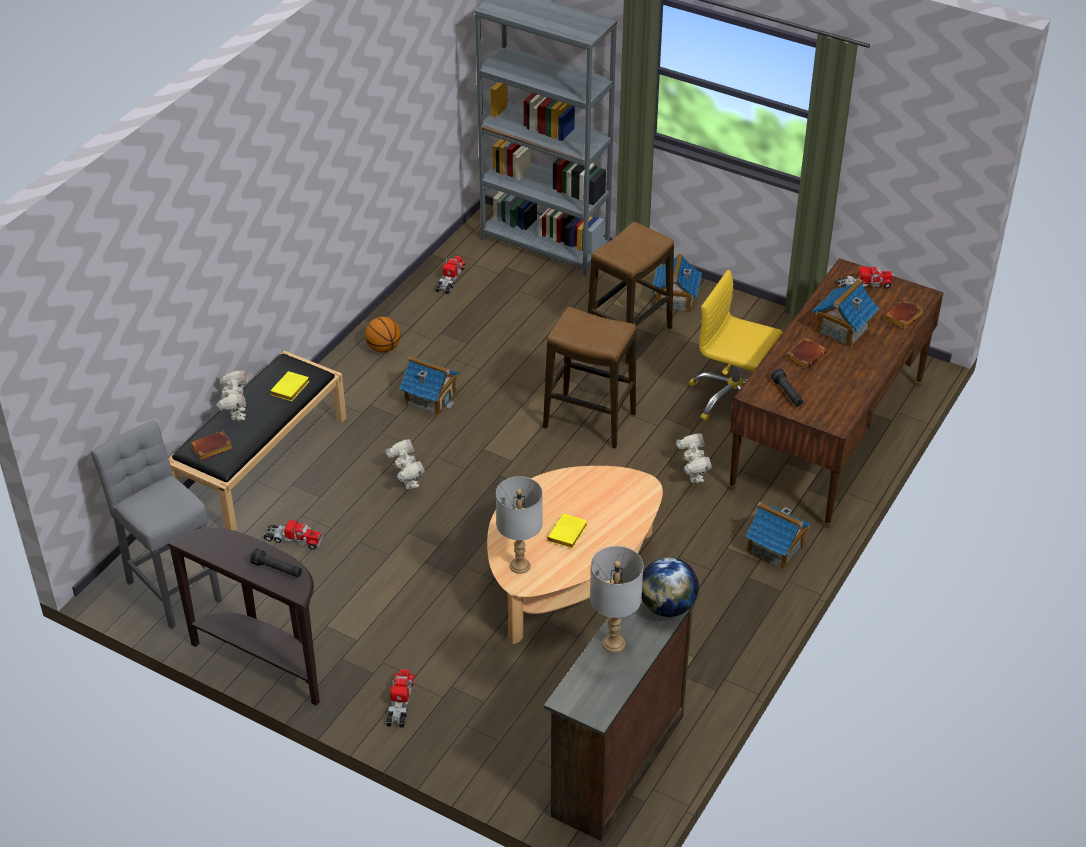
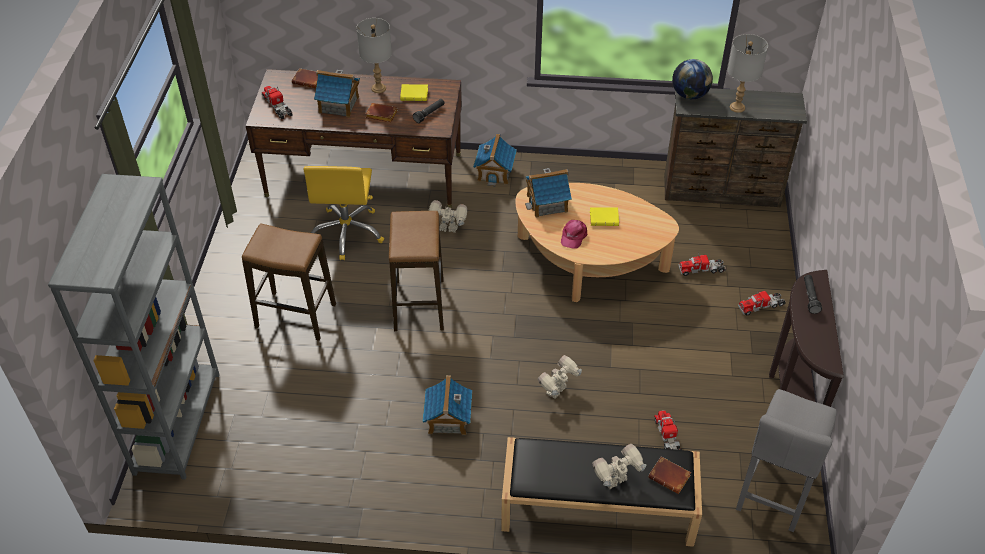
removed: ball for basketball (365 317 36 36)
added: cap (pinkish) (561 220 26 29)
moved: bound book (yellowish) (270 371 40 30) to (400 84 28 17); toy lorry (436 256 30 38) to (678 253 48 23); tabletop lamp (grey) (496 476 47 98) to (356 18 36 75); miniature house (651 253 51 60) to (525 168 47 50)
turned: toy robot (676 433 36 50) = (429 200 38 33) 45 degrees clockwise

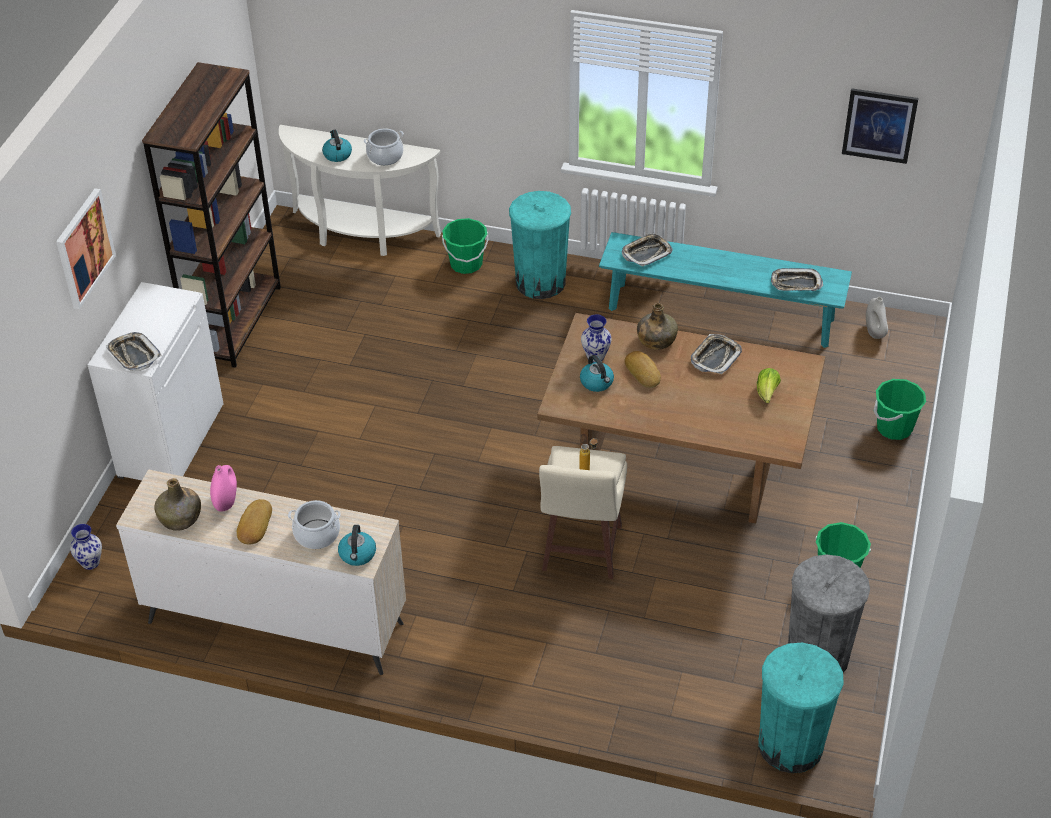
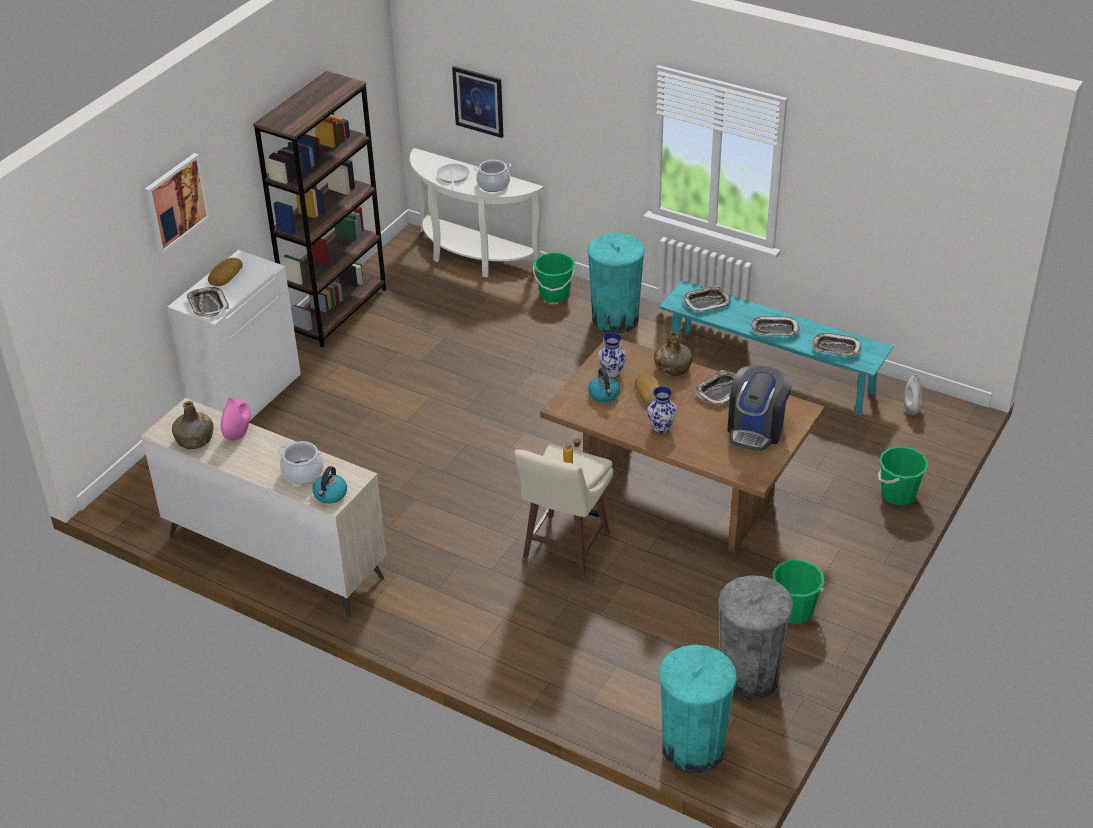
added: serving tray (751 316 49 20)
moved: vase (70 524 32 46) to (647 386 30 48); bread (237 499 35 46) to (208 258 35 28); wall art (842 88 77 76) to (452 66 51 72)
replaced: water kettle (322 130 30 32) to skillet (436 164 34 27); lettuce head (757 368 24 35) to coffee brewer (727 366 65 85)

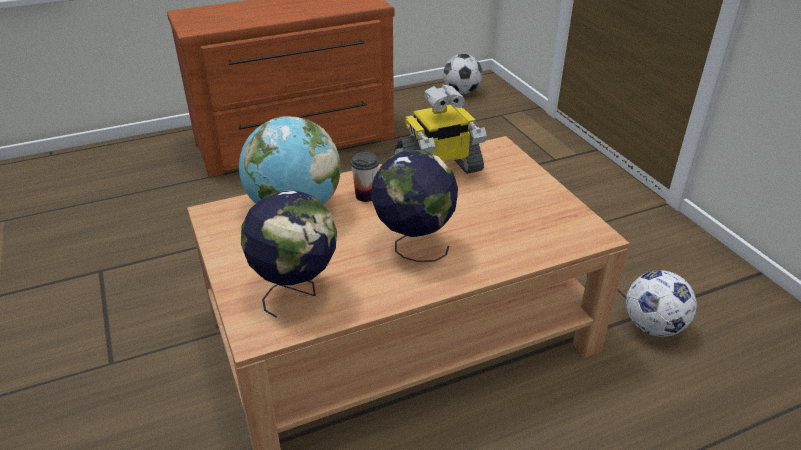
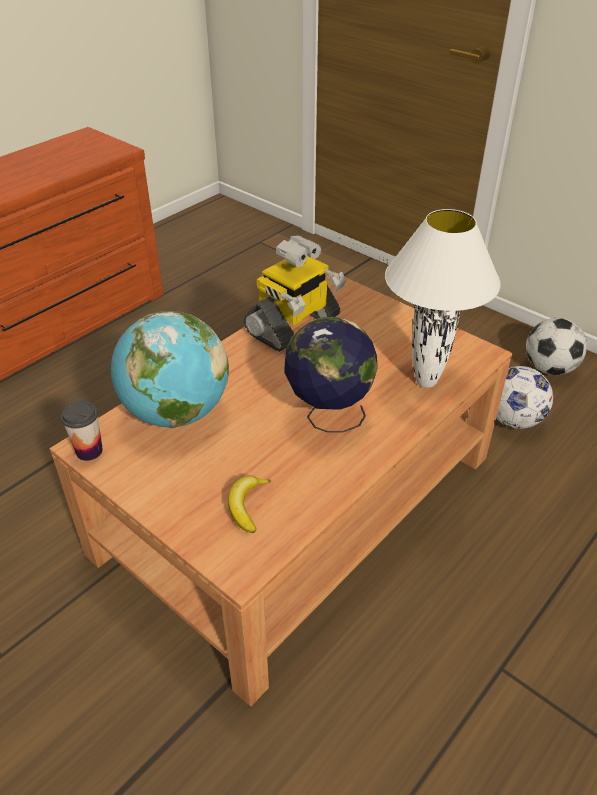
added: tabletop lamp (whitish) (385 209 116 179)
moved: cup (351 152 28 50) to (61 401 42 60); ball for football (443 54 40 40) to (526 318 61 57)
replaced: globe (241 190 96 127) to banana (228 475 44 58)

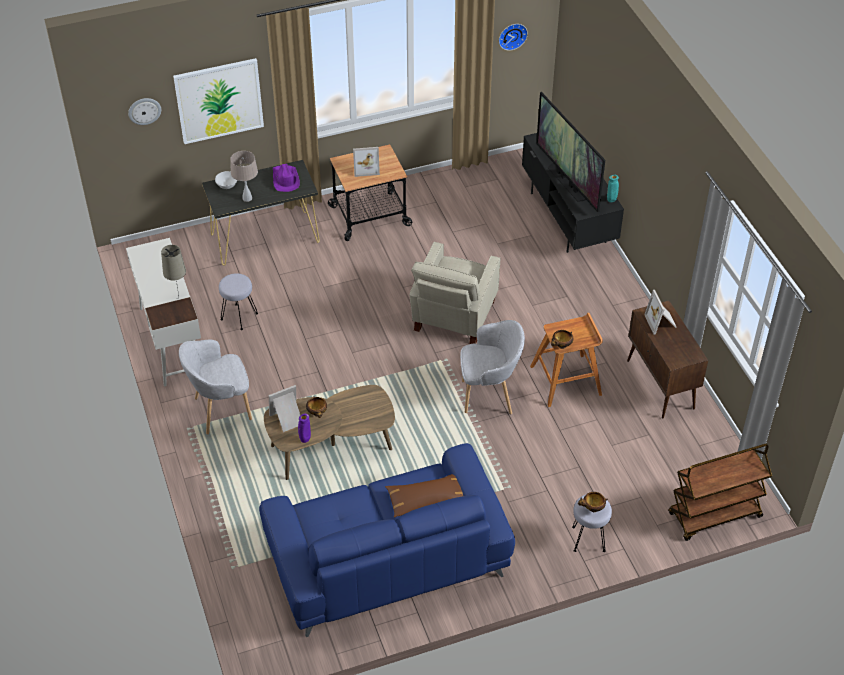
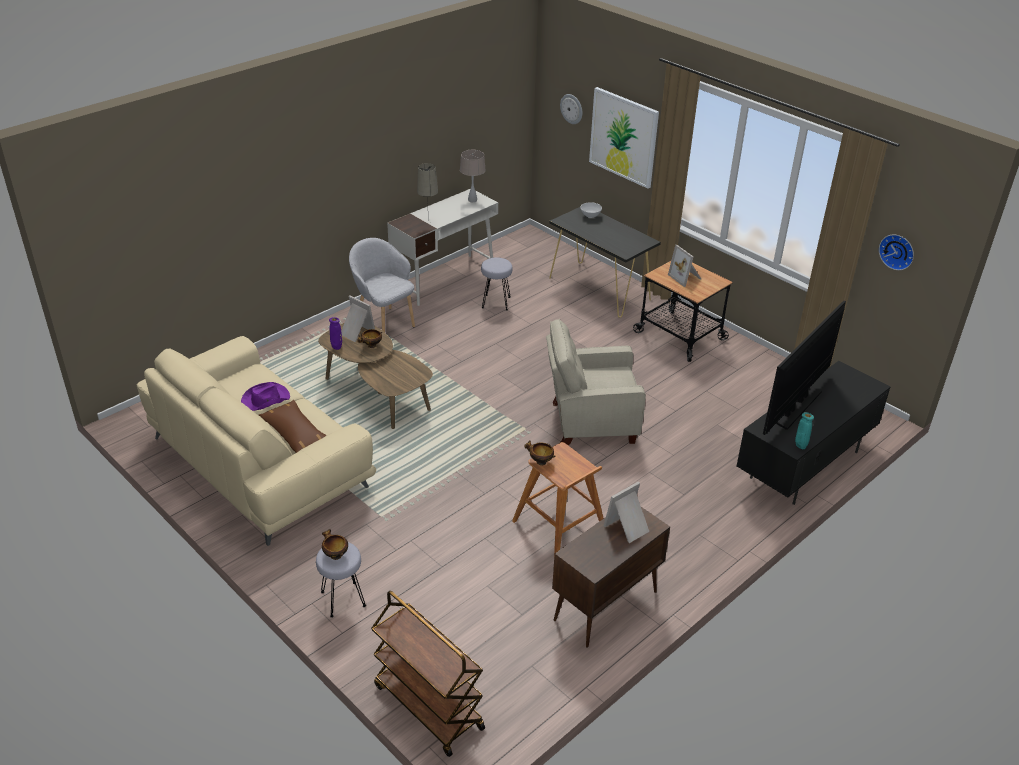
removed: lounge chair (grey) (460 320 65 94)
moved: tabletop lamp (beige) (230 151 28 51) to (460 150 26 52); clothing hat (purplish) (273 164 27 28) to (241 382 49 29)
recoloured: sofa (blue-coloured) (259 443 256 194) to sofa (beige) (137 336 239 210)

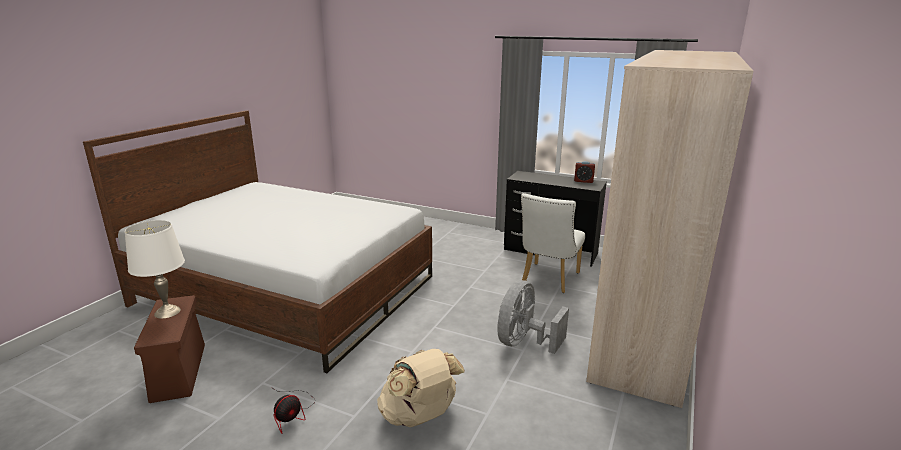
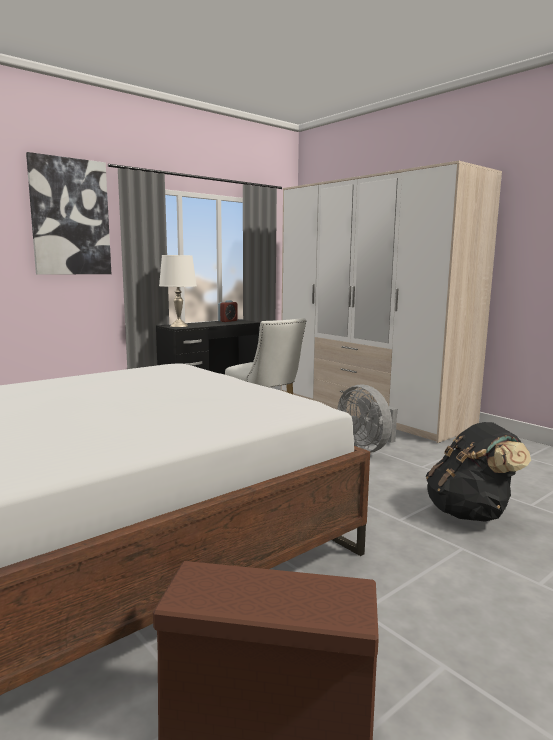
removed: cooling fan (273 390 42 44)
added: wall art (26 152 85 123)
moved: tabletop lamp (whitish) (125 220 60 99) to (159 255 38 72)
recoloured: rucksack (beige) (377 349 88 78) to rucksack (black-coloured) (426 422 105 100)

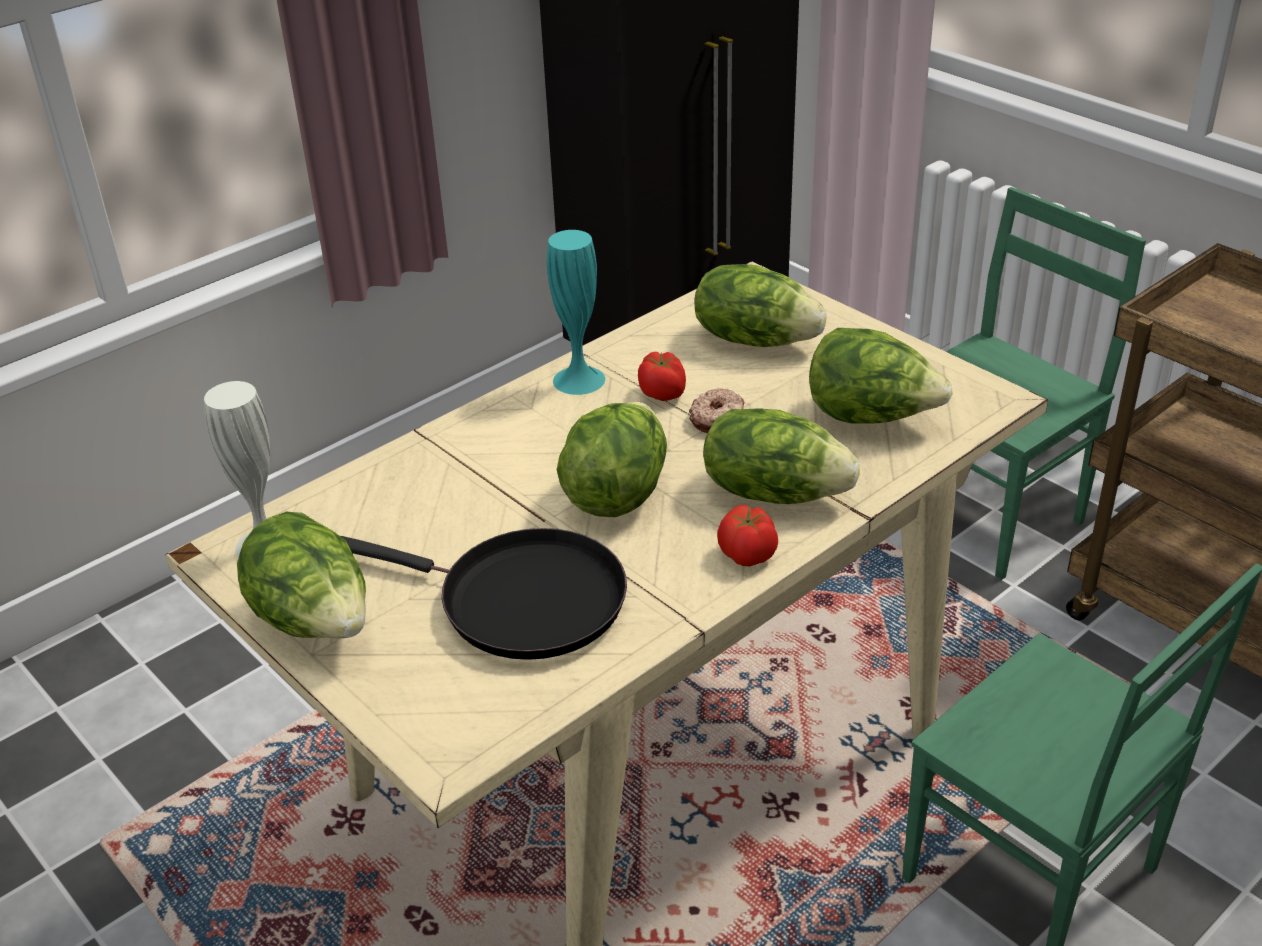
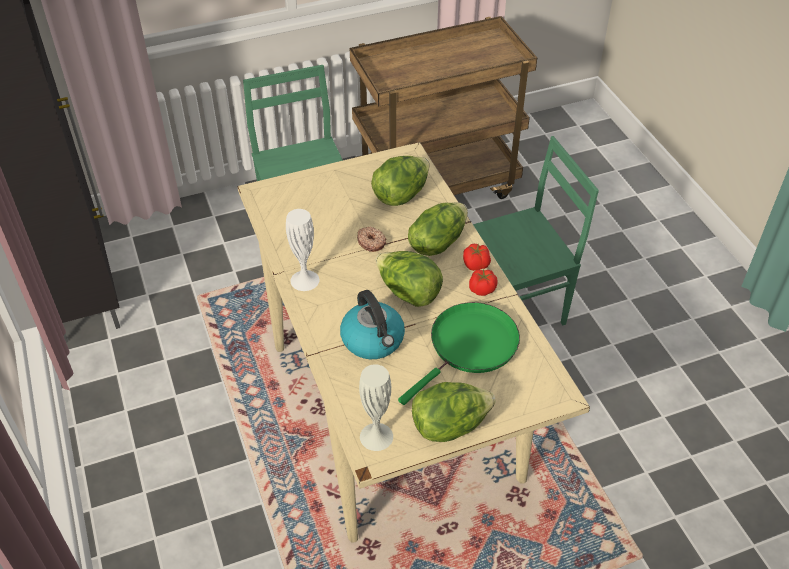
removed: lettuce head (694 264 133 83)
added: water kettle (340 290 65 69)
moved: tomato (638 352 48 49) to (469 269 29 27)
recoloured: skillet (black-coloured) (341 528 286 132) to skillet (green) (398 302 122 103); vase (turquoise) (547 230 58 165) to vase (whitish) (286 209 33 82)

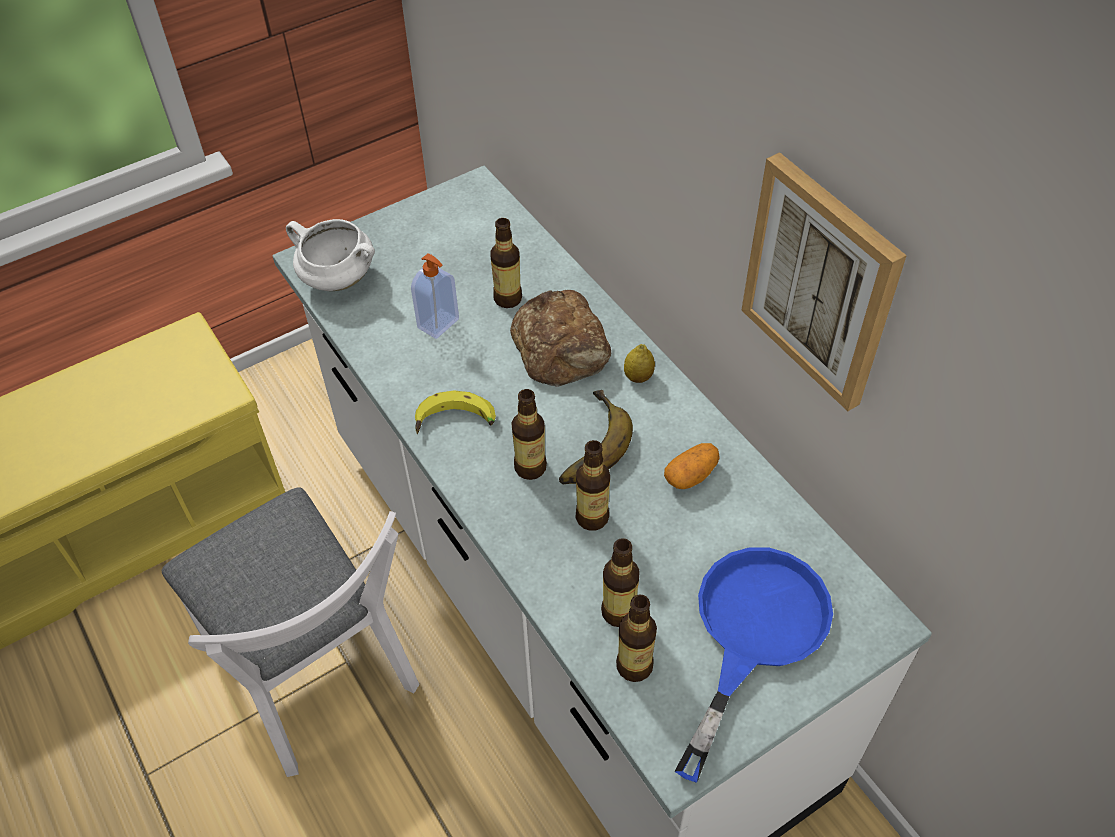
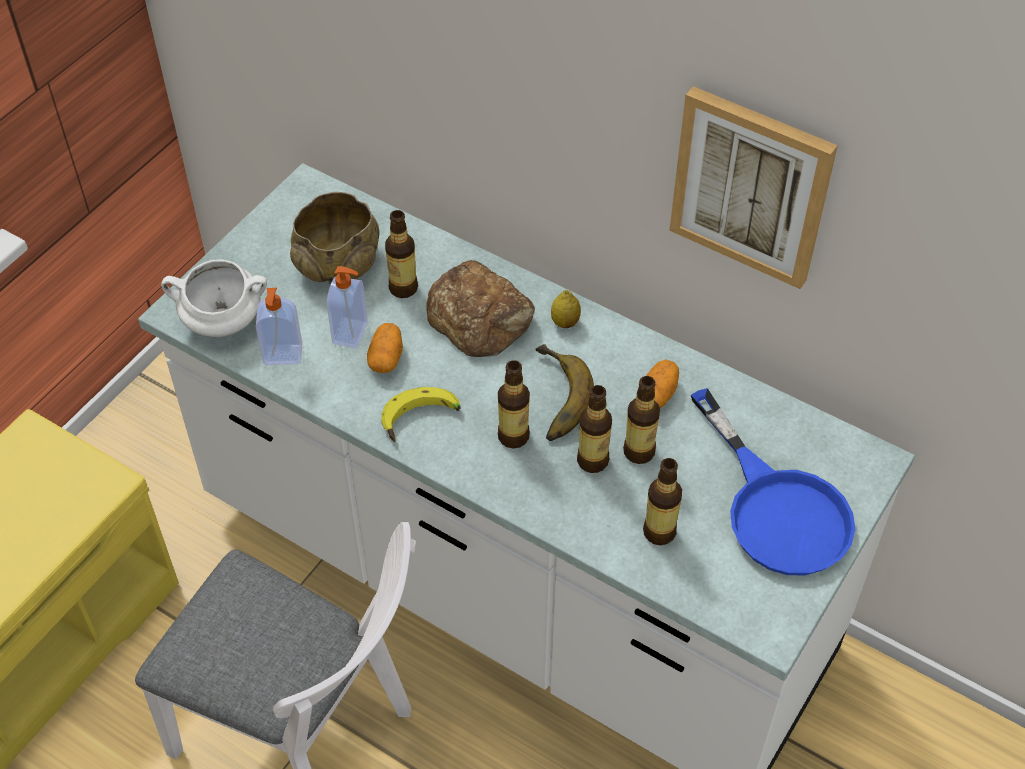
added: liquid soap bottle (256 288 46 77); bowl (beige) (290 192 90 92); whole potato (367 323 36 50)
moved: beverage bottle (616 595 41 87) to (623 376 37 88)
turned: skillet (blue-coloured) (674 548 159 235) = (691 388 164 187) 150 degrees clockwise

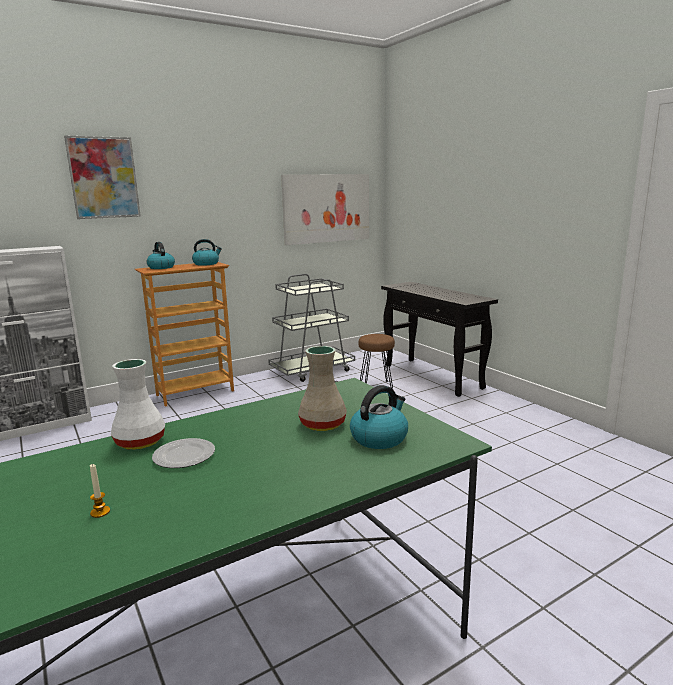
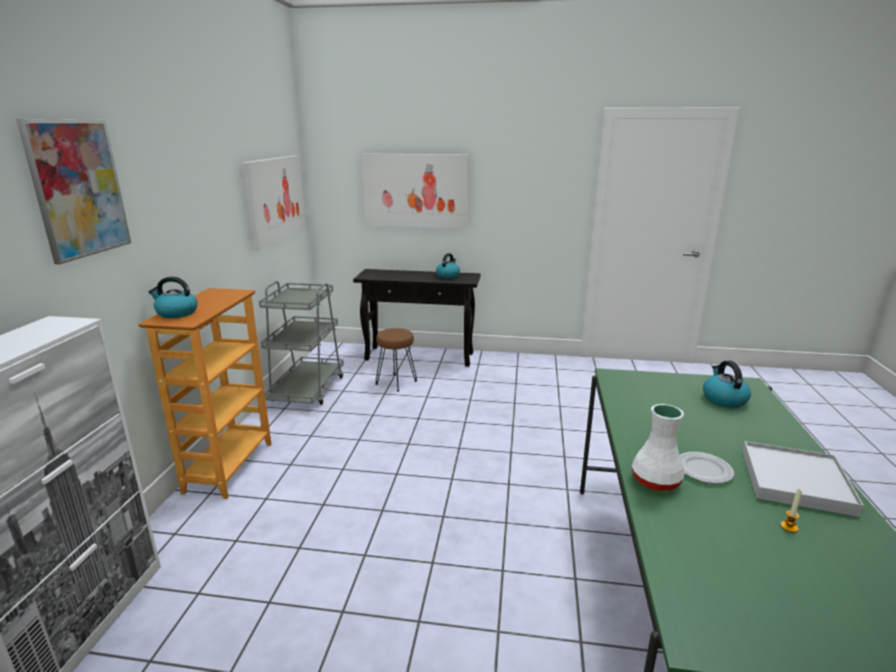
removed: vase (beige) (298 346 49 85)
added: wall art (362 153 107 75); serving tray (whitish) (742 441 122 76)
moved: water kettle (192 239 30 27) to (436 253 24 25)

